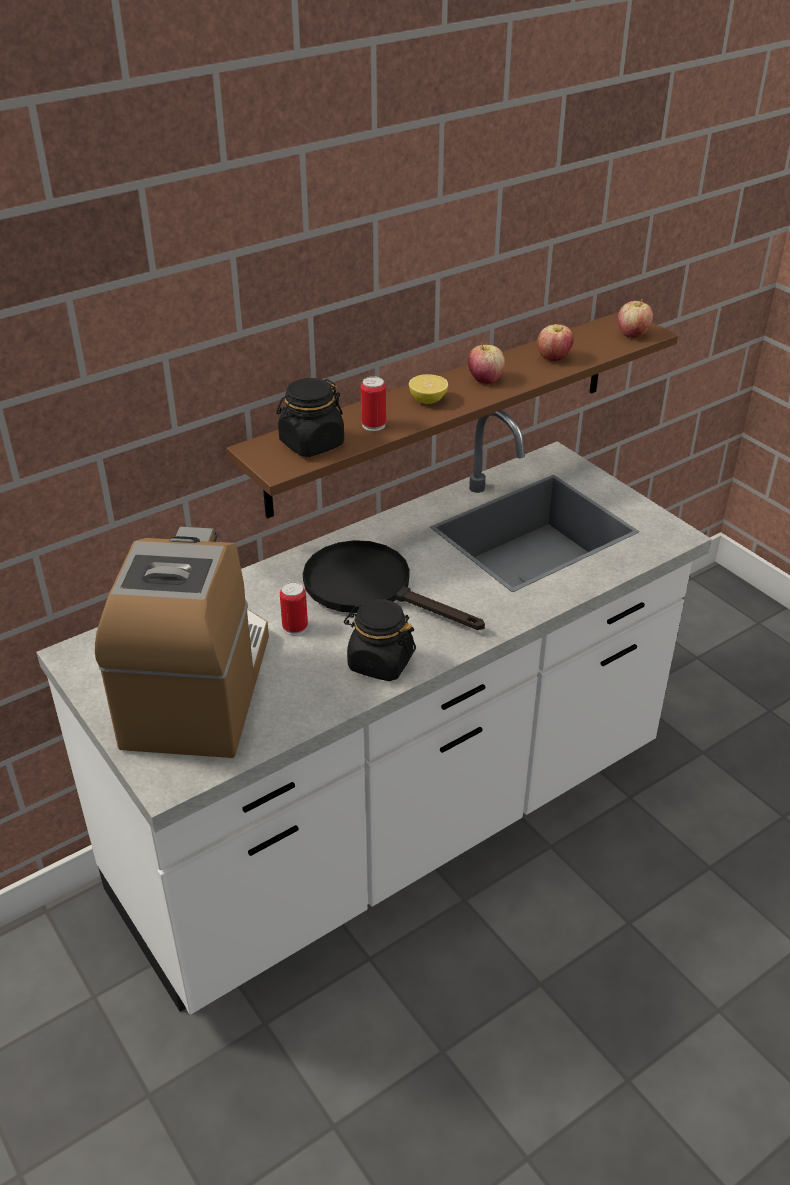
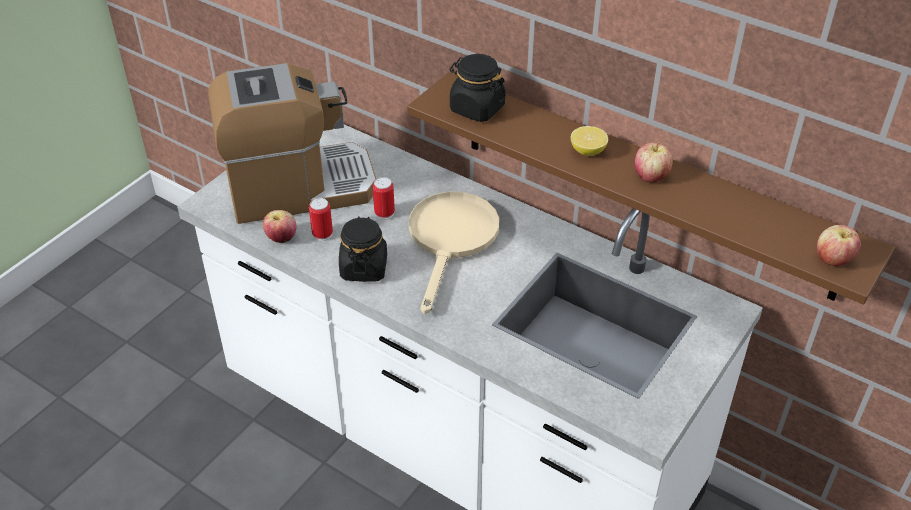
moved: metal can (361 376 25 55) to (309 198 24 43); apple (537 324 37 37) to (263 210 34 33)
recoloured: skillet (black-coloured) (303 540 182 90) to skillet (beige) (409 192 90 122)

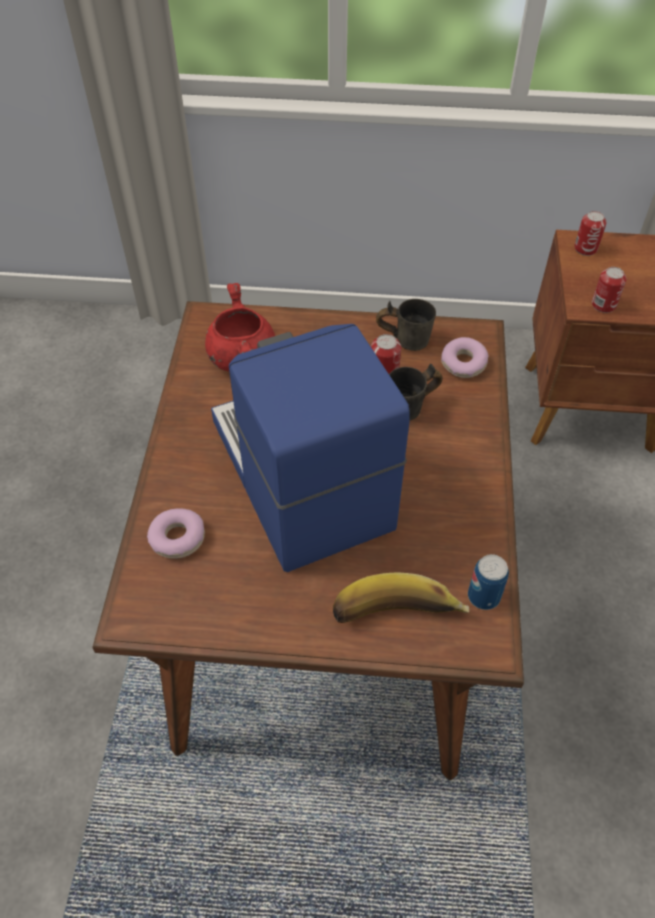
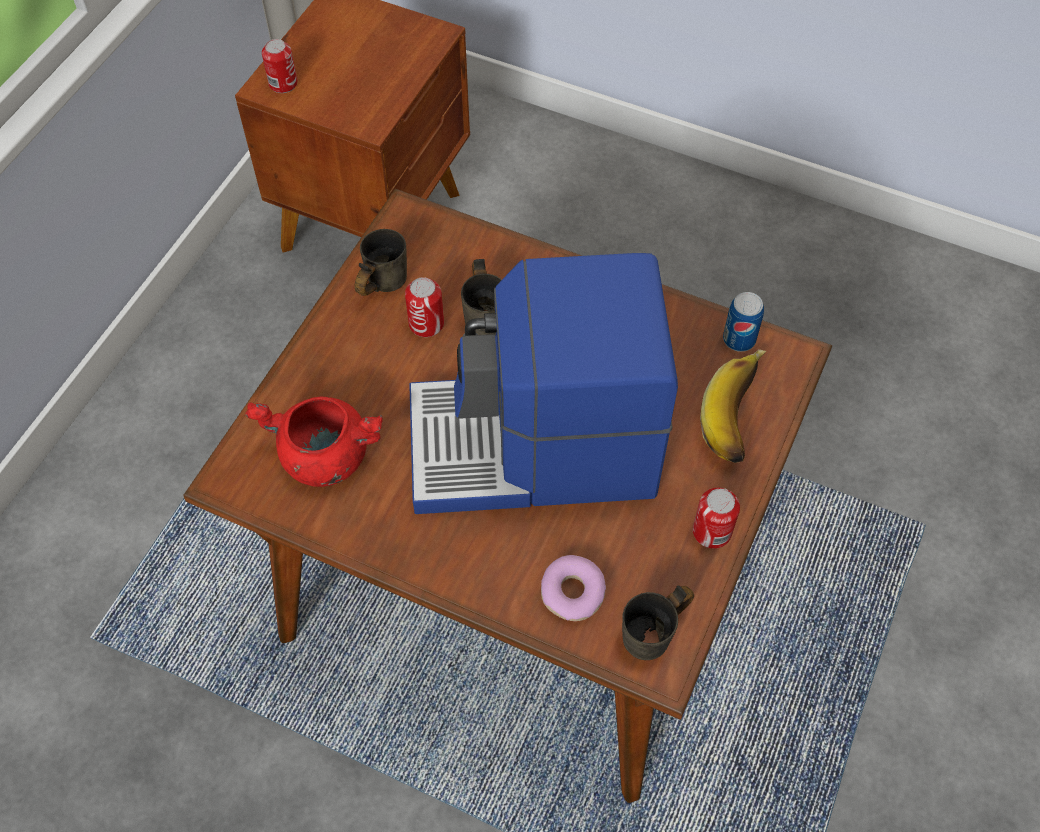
removed: ring doughnut (441 337 48 41)
added: coffee mug (grey) (622 585 72 75)
moved: metal can (592 267 34 46) to (693 488 47 61)

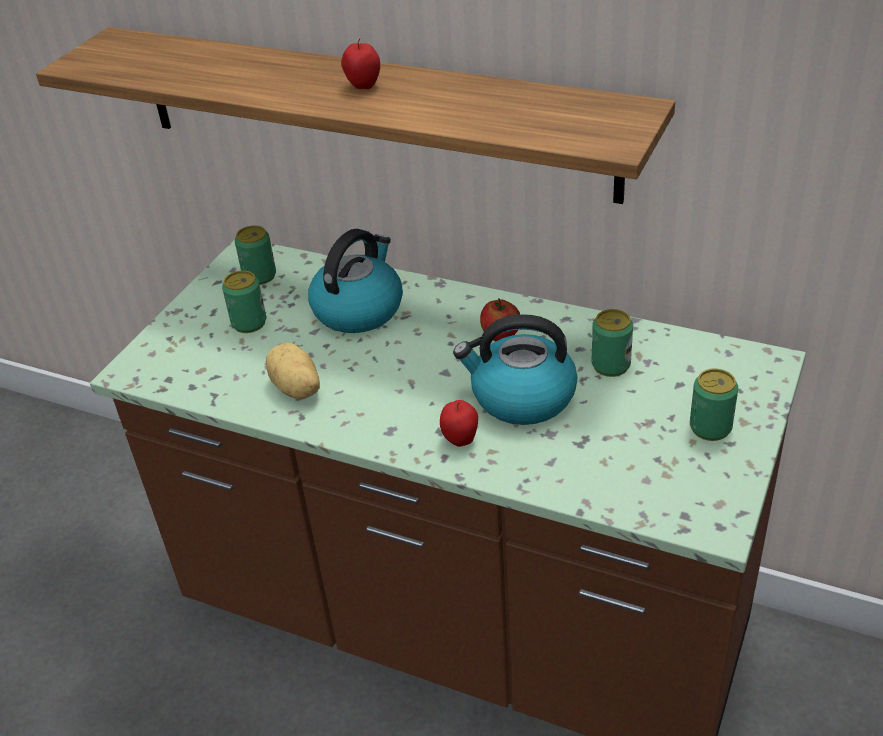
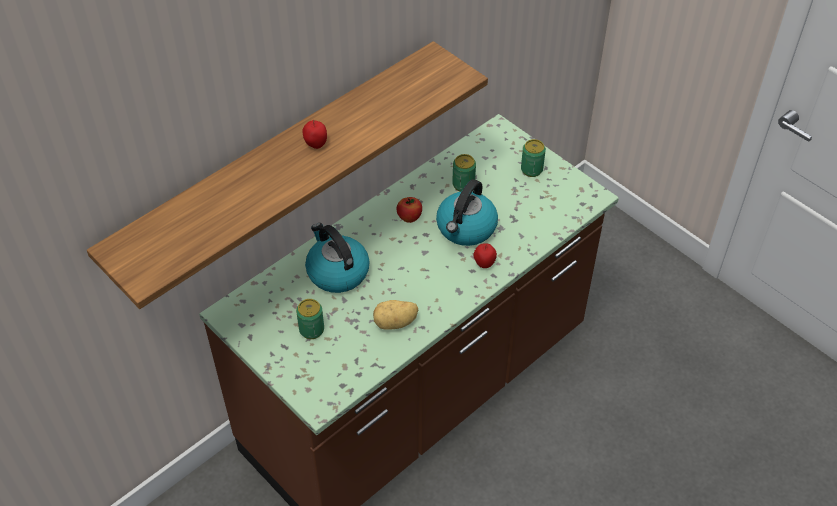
removed: metal can (235 225 41 60)

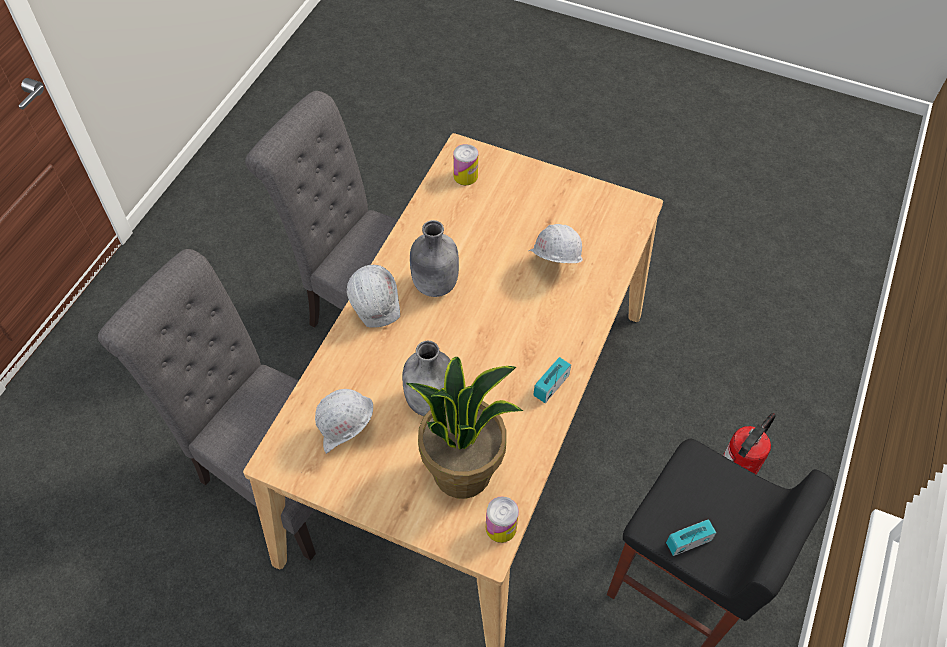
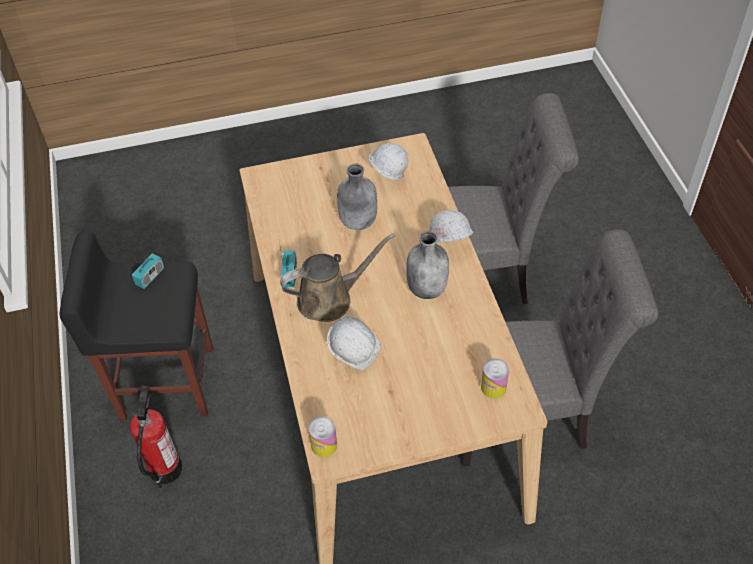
removed: potted plant (406 357 117 142)
added: watering can (brownish) (280 234 115 88)
moved: metal can (486 496 33 47) to (308 416 29 41)

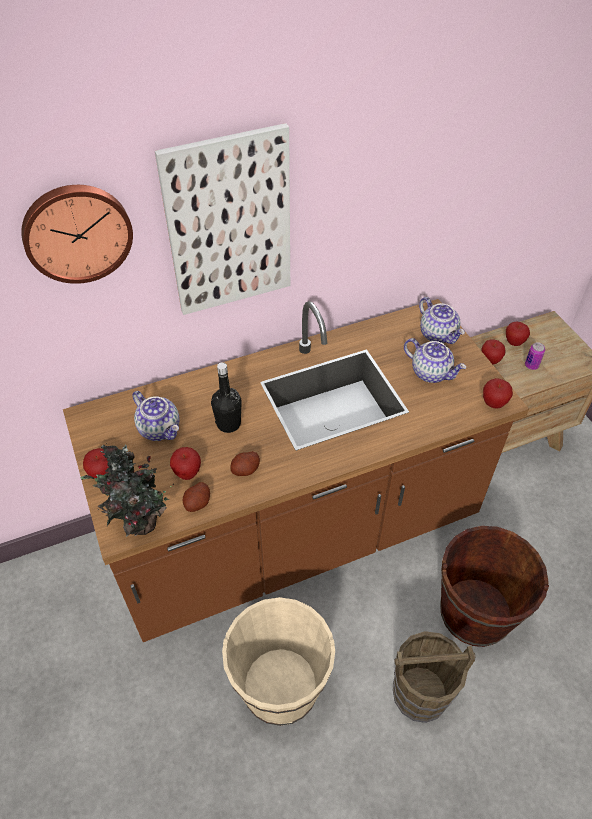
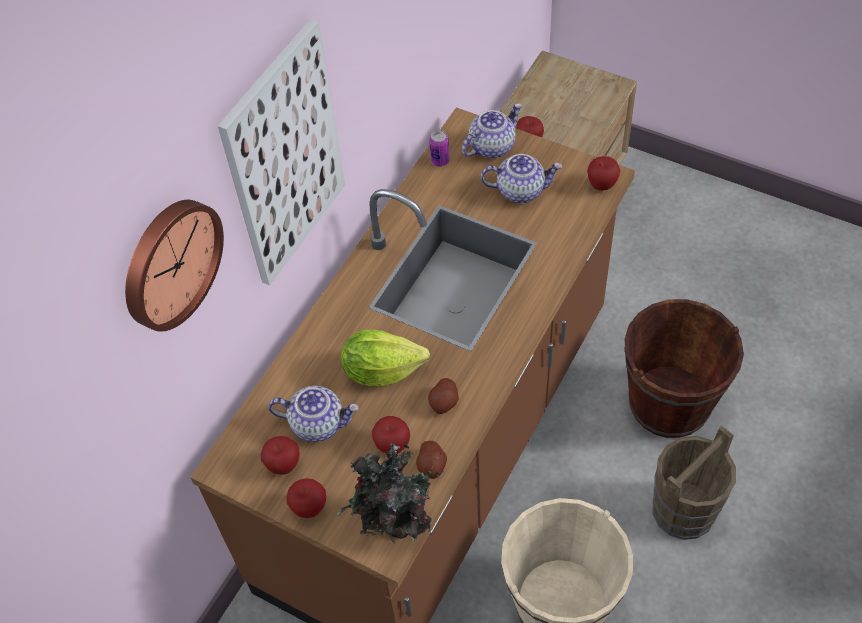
moved: apple (506 322 24 24) to (260 436 40 39); metal can (525 342 20 28) to (429 130 21 37)
replaced: beverage bottle (black-coloured) (211 362 31 71) to lettuce head (341 330 89 56)
turned: pot for tea (419 297 46 47) = (462 103 60 55) 60 degrees counterclockwise

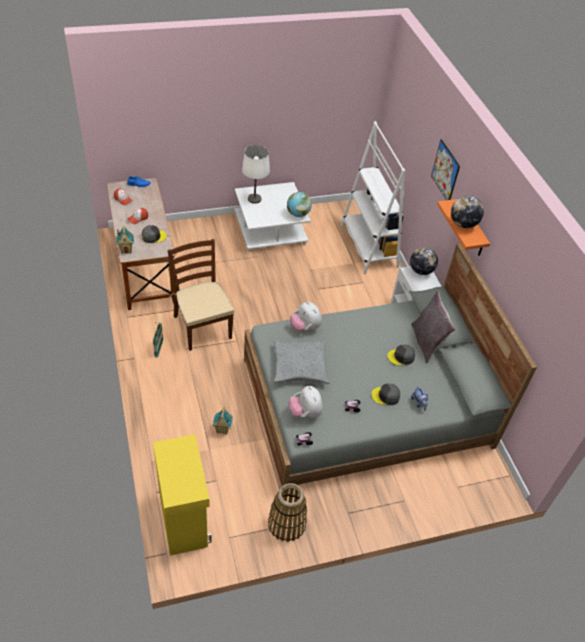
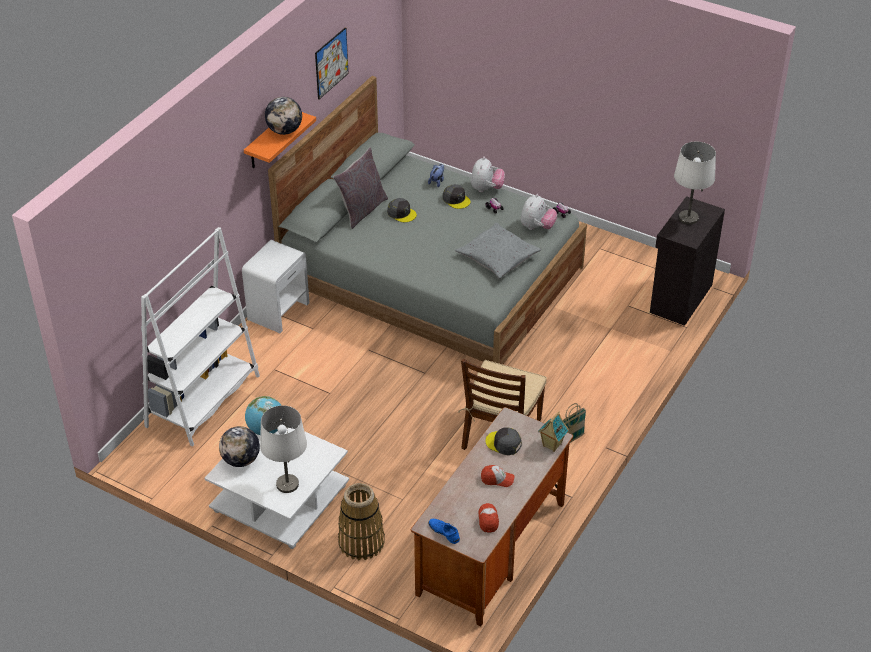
removed: miniature house (213 407 20 28)
added: tabletop lamp (whitish) (674 142 42 83)
moved: household basket (268 483 39 59) to (338 483 47 77); plush toy (290 301 32 31) to (471 156 34 36); globe (410 247 28 28) to (219 426 41 41); wall art (431 139 29 61) to (315 27 34 72)
recoloured: storage cabinet (yellowish) (153 434 59 122) to storage cabinet (black-coloured) (650 196 75 130)

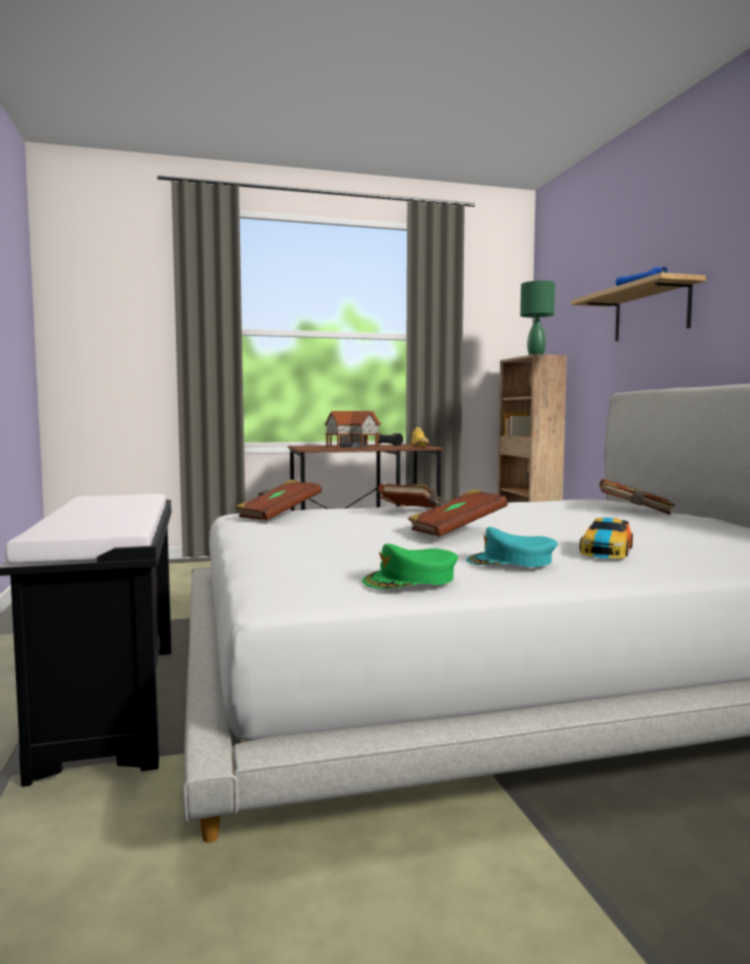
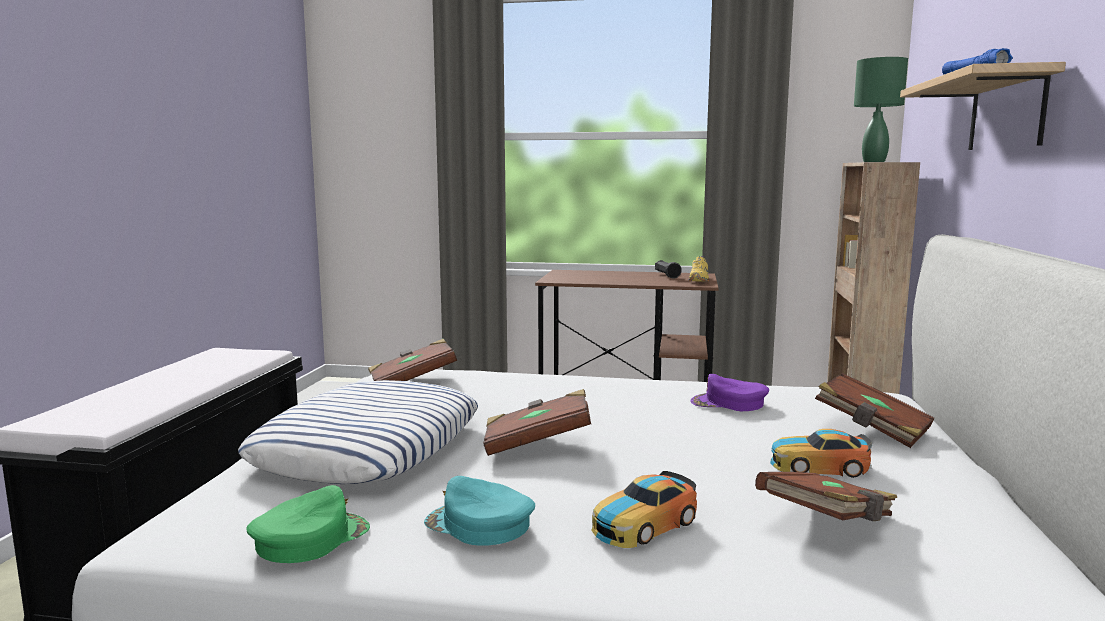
removed: miniature house (325 411 56 37)
added: cushion (238 380 240 104); cap (purplish) (690 374 79 37); toy car (770 429 102 49)
moved: bound book (brownish) (378 484 63 24) to (755 472 143 49)
turned: cap (green) (362 544 96 45) = (246 485 124 78) 135 degrees clockwise

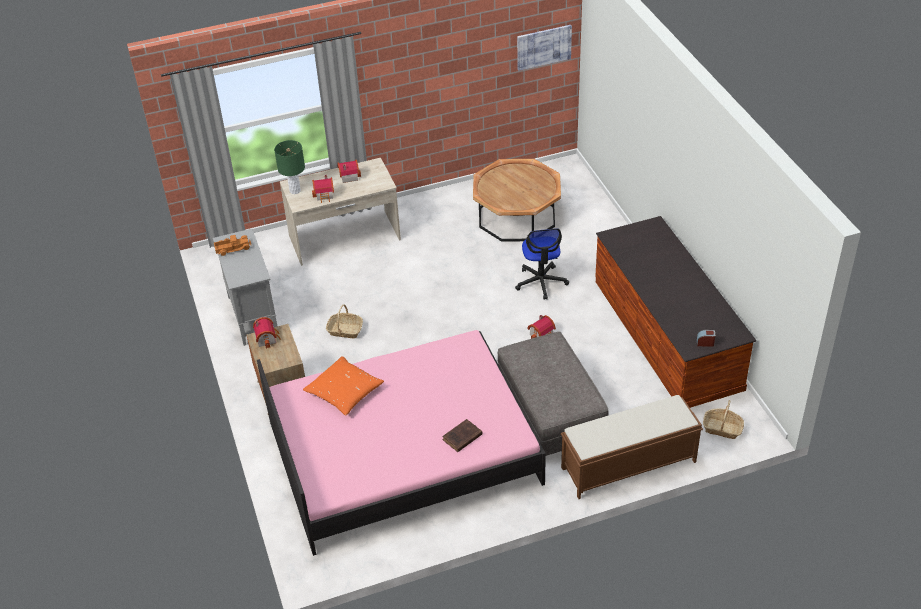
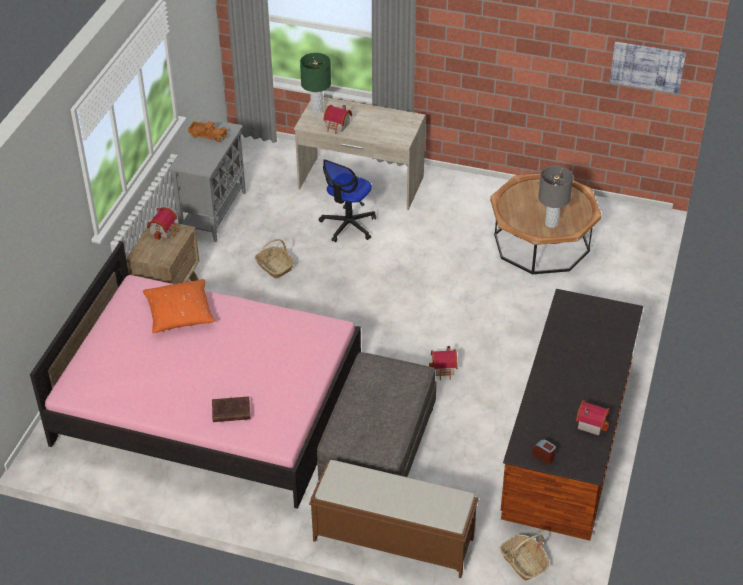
added: tabletop lamp (grey) (538 166 35 62)
moved: miniature house (337 160 24 23) to (576 400 34 36); computer chair (515 228 54 72) to (319 159 57 83)

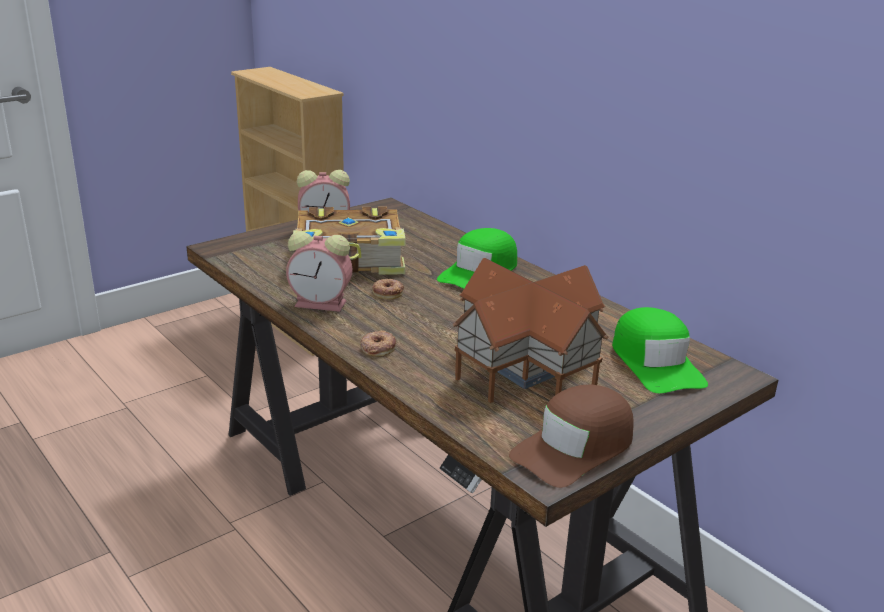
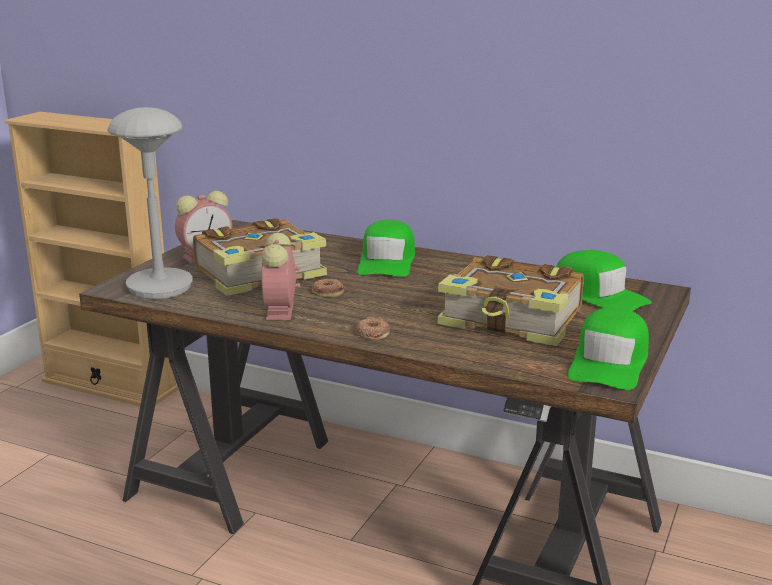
added: tabletop lamp (grey) (108 107 85 192)
replaced: miniature house (452 258 157 145) to bound book (438 255 146 91)
recoloured: cap (brownish) (509 385 125 103) to cap (green) (568 307 81 83)
turned: bedside clock (286 231 67 81) = (262 233 38 87) 105 degrees clockwise

